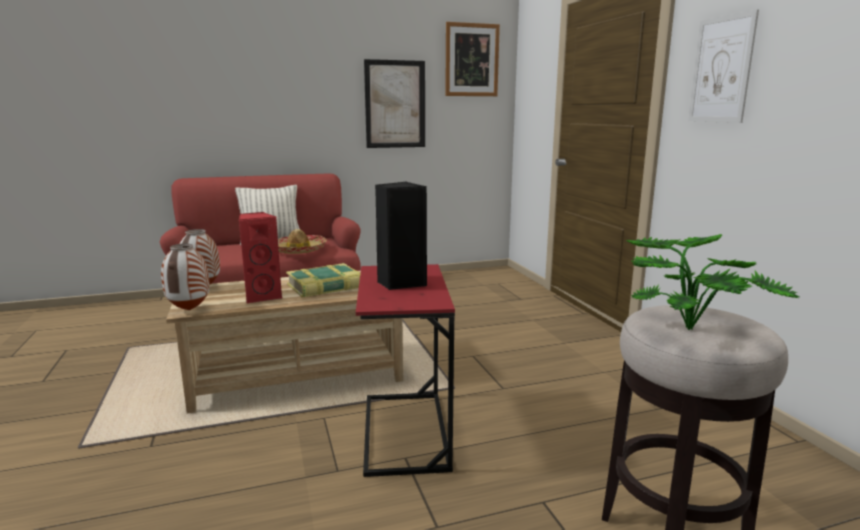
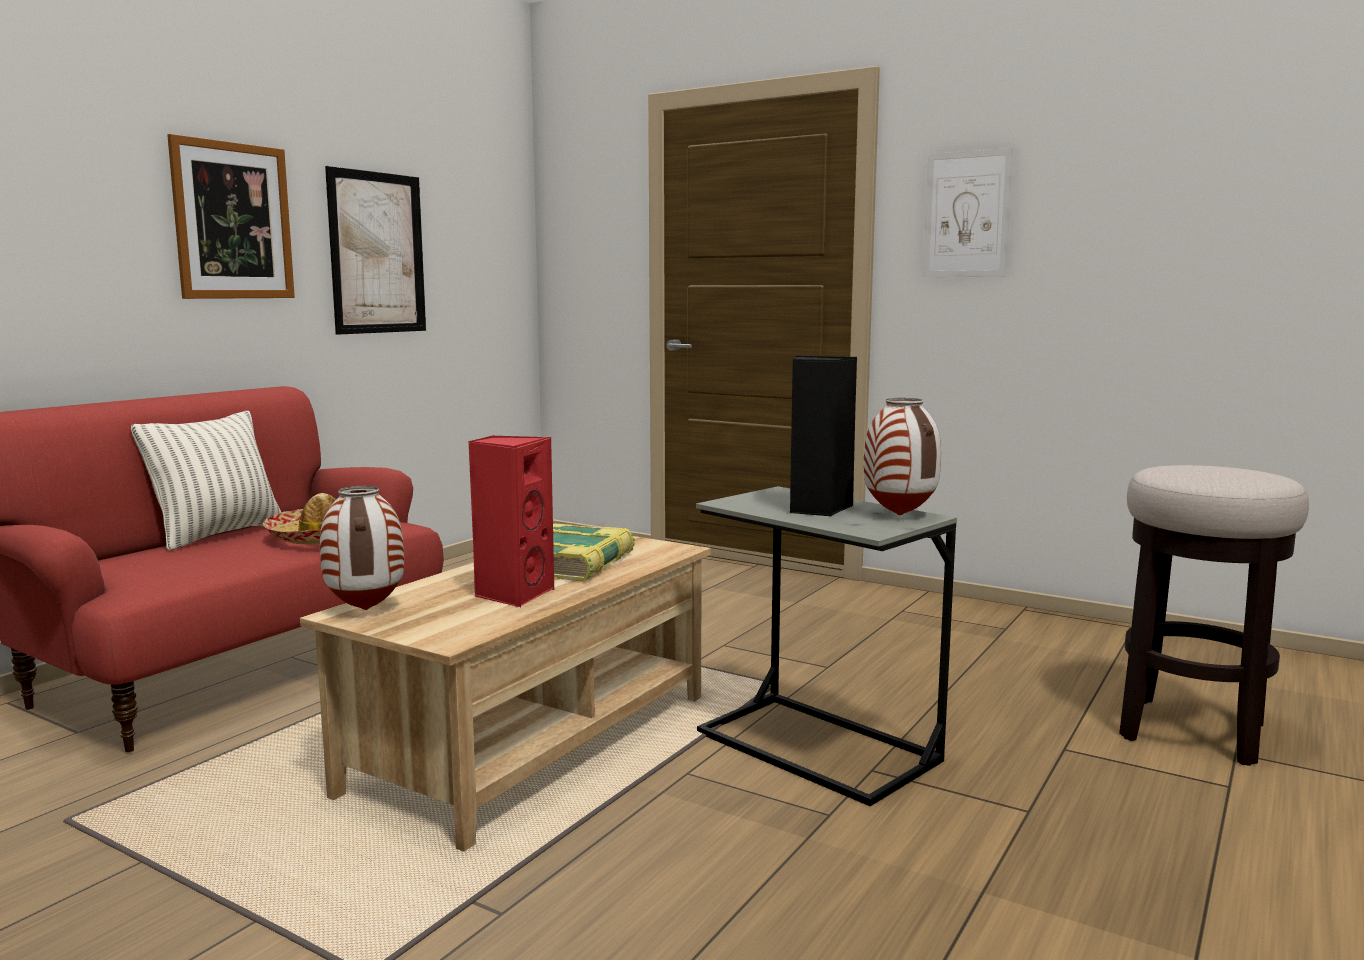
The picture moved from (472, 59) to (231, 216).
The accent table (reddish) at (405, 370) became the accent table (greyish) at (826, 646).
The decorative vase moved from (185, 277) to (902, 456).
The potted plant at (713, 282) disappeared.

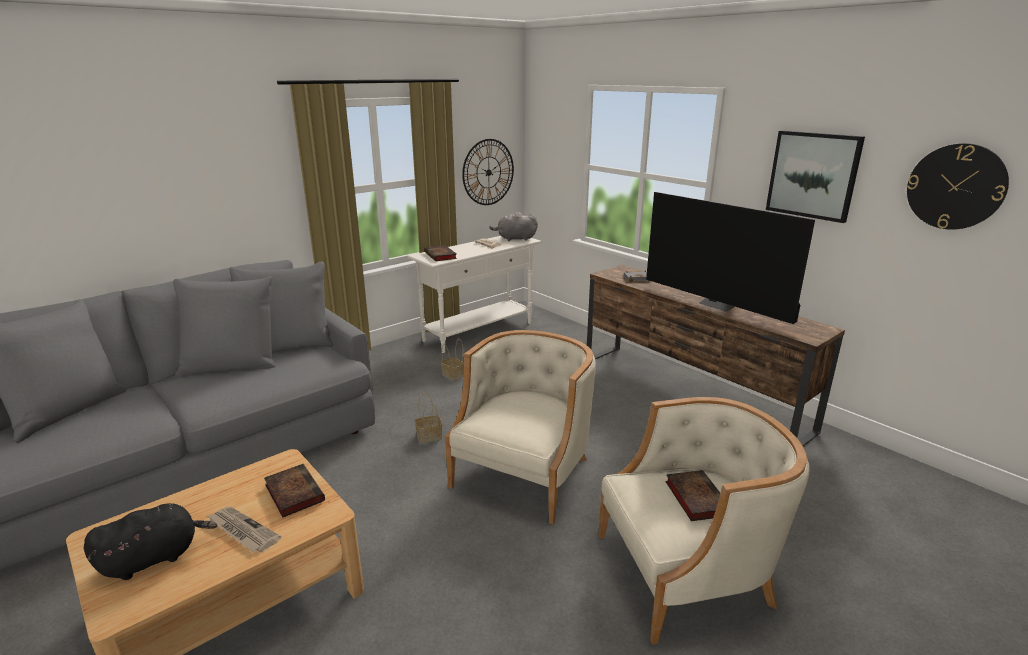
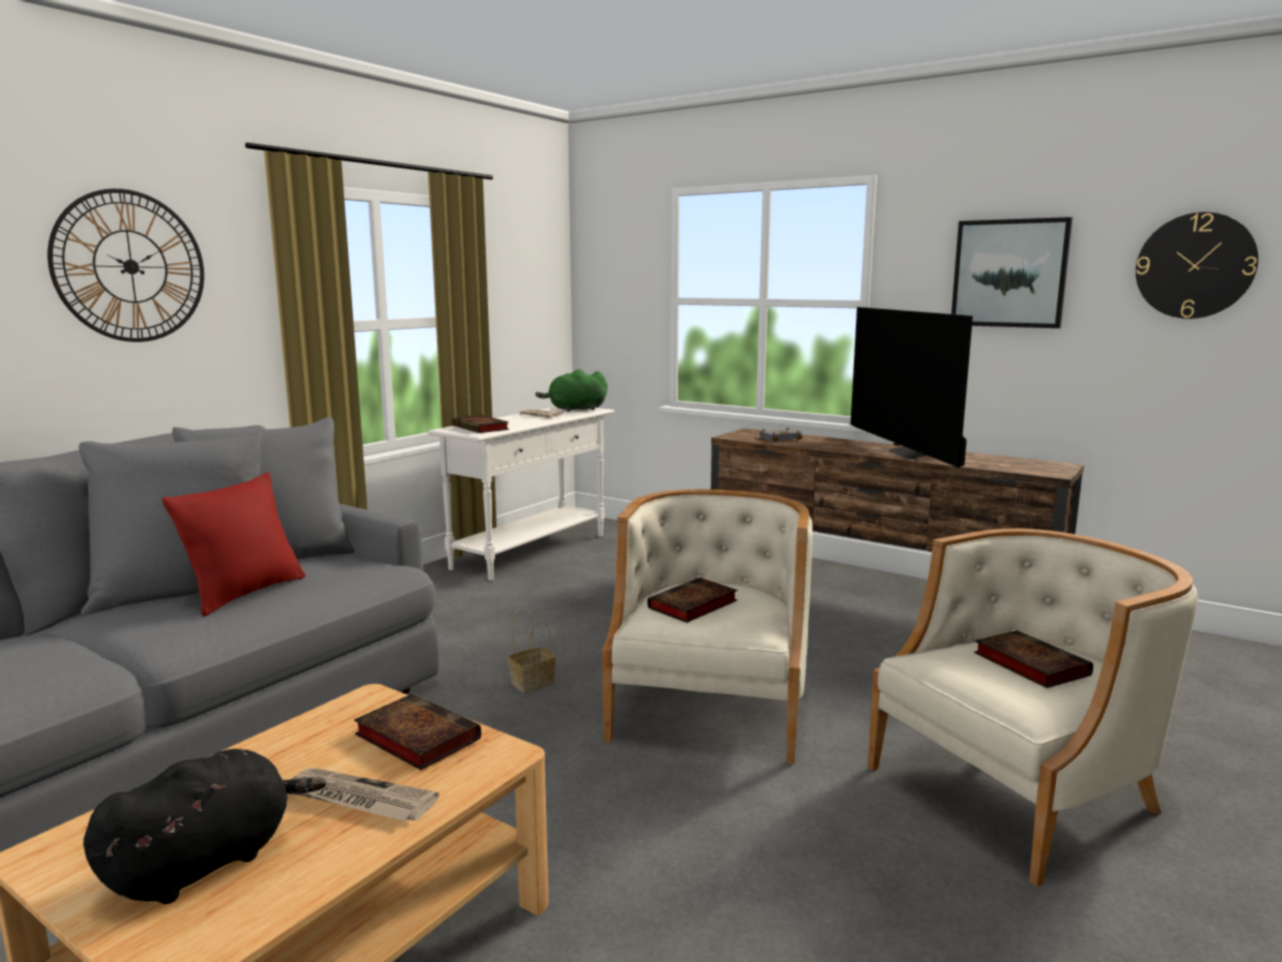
The wall clock moved from (488, 172) to (126, 265).
The pillow (reddish) at (233, 544) appeared.
The plush toy (greyish) at (513, 226) became the plush toy (green) at (571, 390).
The volume at (692, 600) appeared.
The television at (730, 258) turned 45 degrees clockwise.
The storage basket at (452, 361) disappeared.

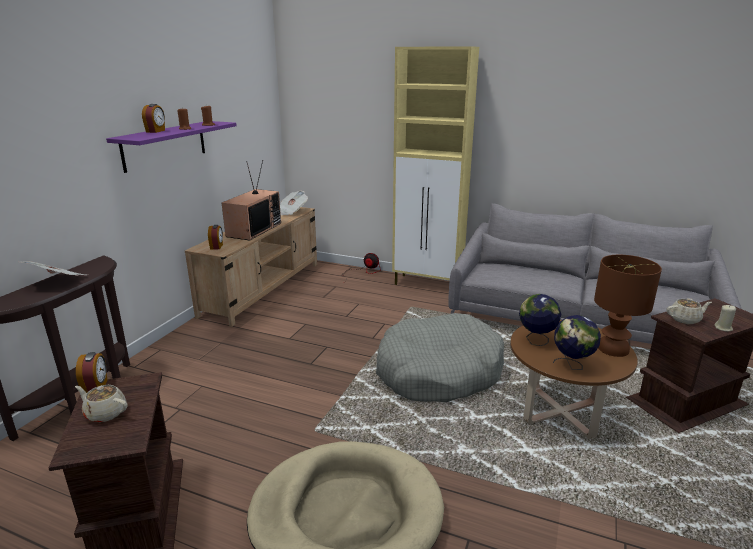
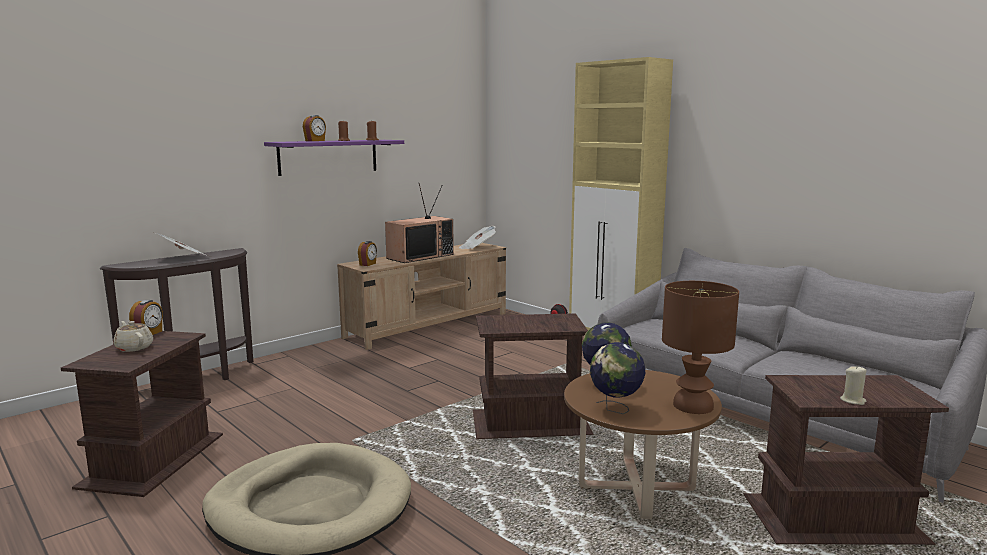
The dog cushion (greyish) at (440, 357) was replaced by the accent table (brown) at (533, 376).
The tea pot (sand-coloured) at (689, 311) disappeared.

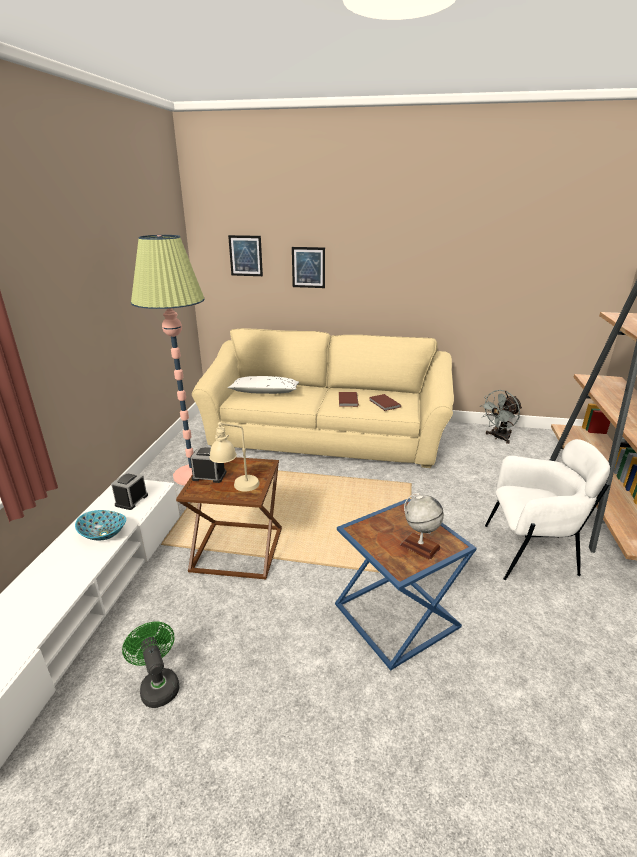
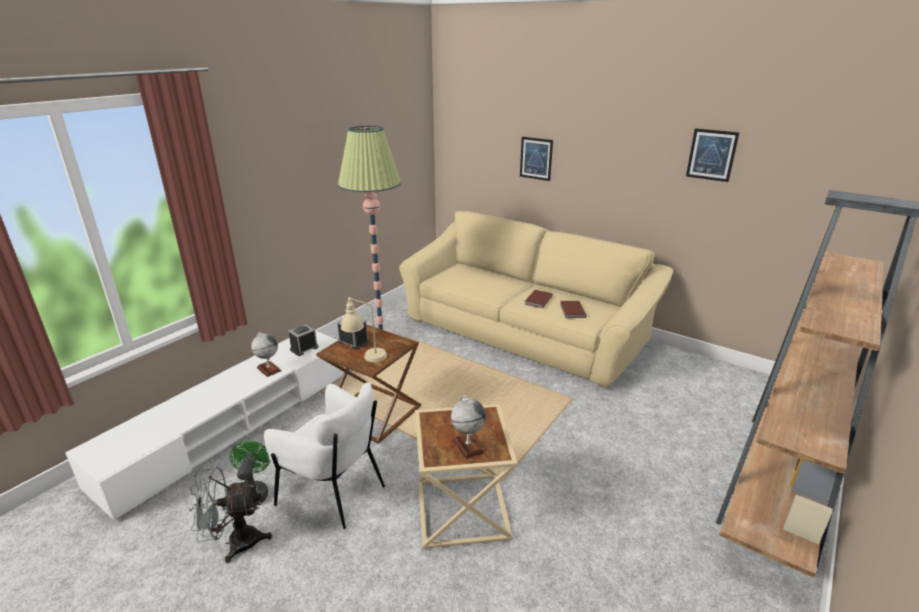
The electric fan (greyish) moved from (501, 417) to (230, 514).
The bowl at (100, 525) was replaced by the desk globe at (266, 354).
The armchair (white) moved from (547, 509) to (324, 455).
The accent table (blue) at (406, 584) became the accent table (sand-coloured) at (466, 476).
The picture moved from (245, 255) to (713, 155).
The pillow (white) at (263, 385) disappeared.

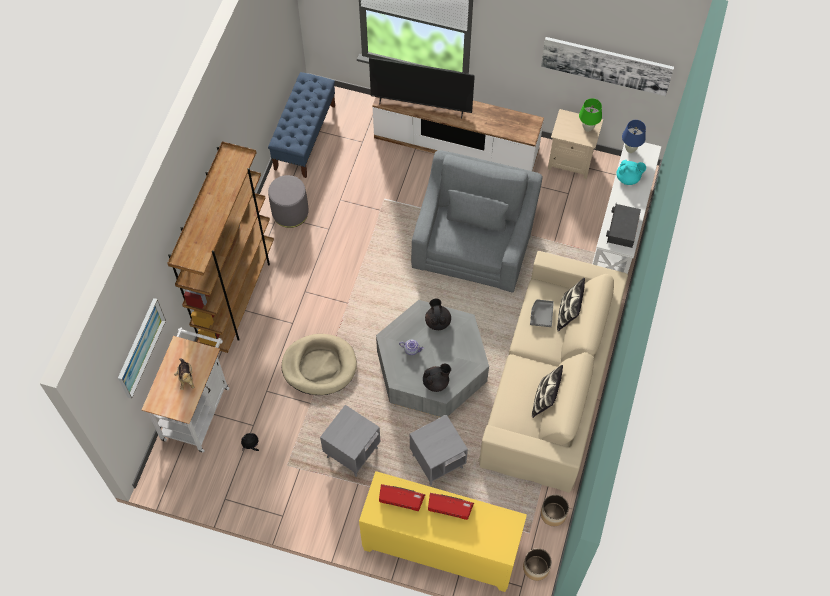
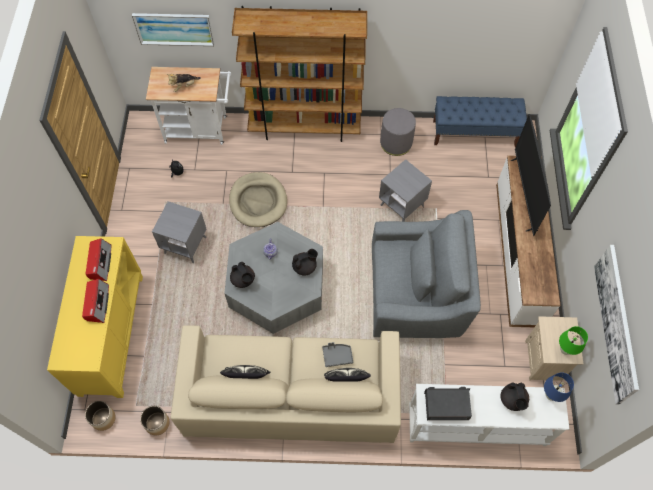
The accent table (greyish) moved from (439, 449) to (405, 190).
The tea pot (turquoise) at (631, 172) became the tea pot (black-coloured) at (514, 396).

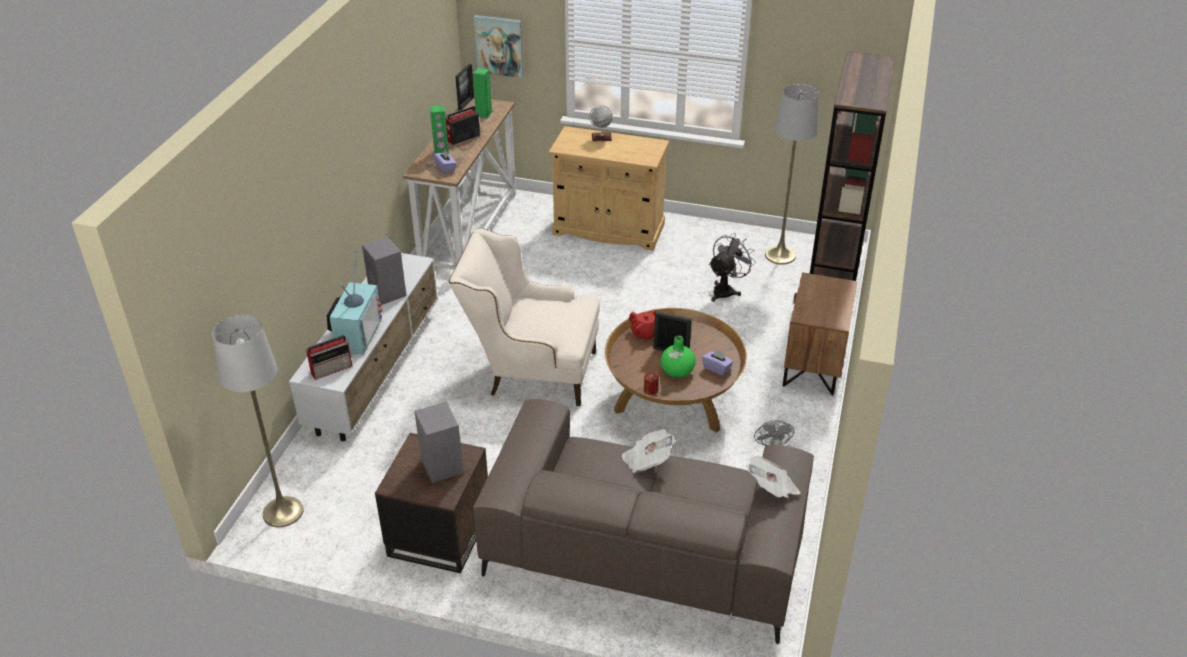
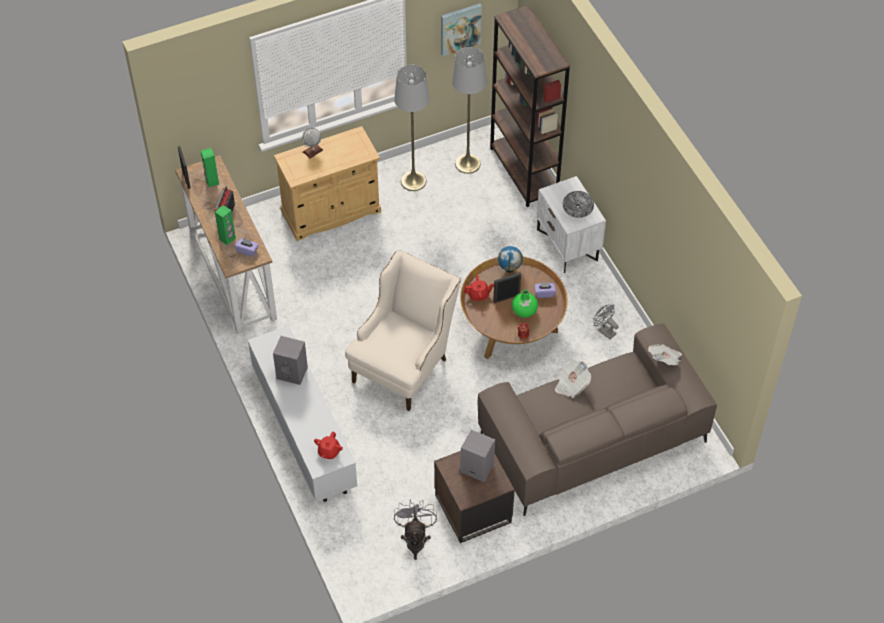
The radio receiver at (329, 357) was replaced by the tea pot (reddish) at (328, 445).
The armchair (sand-coloured) at (524, 317) turned 150 degrees clockwise.
The standing lamp (greyish) moved from (258, 421) to (411, 128).
The electric fan (greyish) moved from (732, 267) to (415, 530).
The picture moved from (498, 46) to (461, 30).
The desk globe at (510, 259) appeared.
The nightstand (brown) at (820, 333) became the nightstand (white) at (571, 224).
The bowl at (578, 204) appeared.
The television at (354, 302) disappeared.

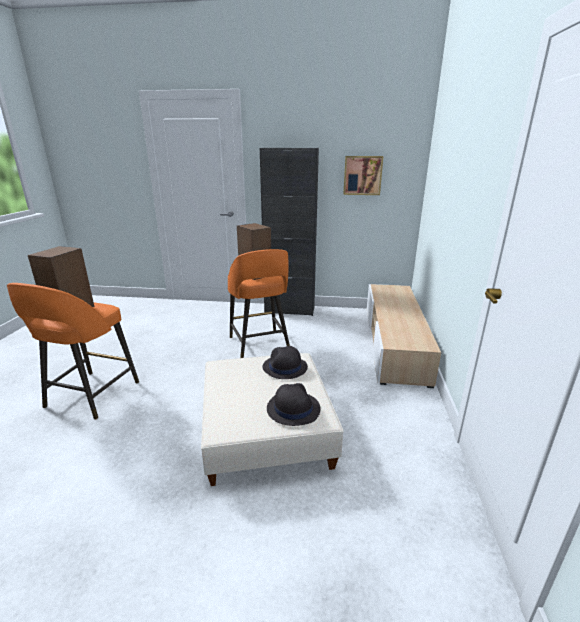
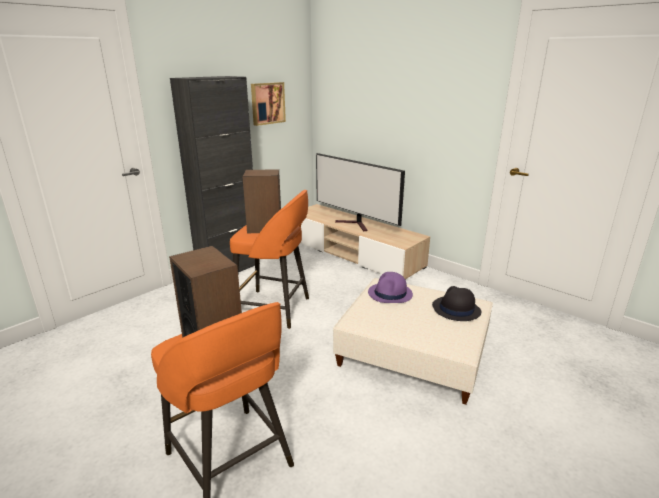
The television at (360, 192) appeared.
The wearable hat (black-coloured) at (285, 362) became the wearable hat (purple) at (390, 287).

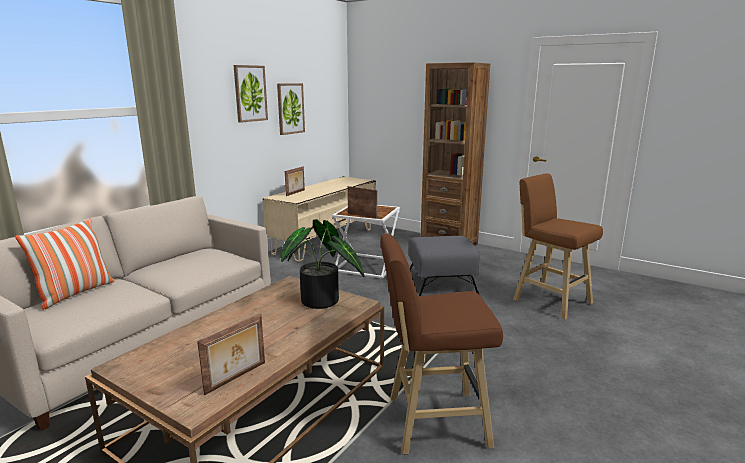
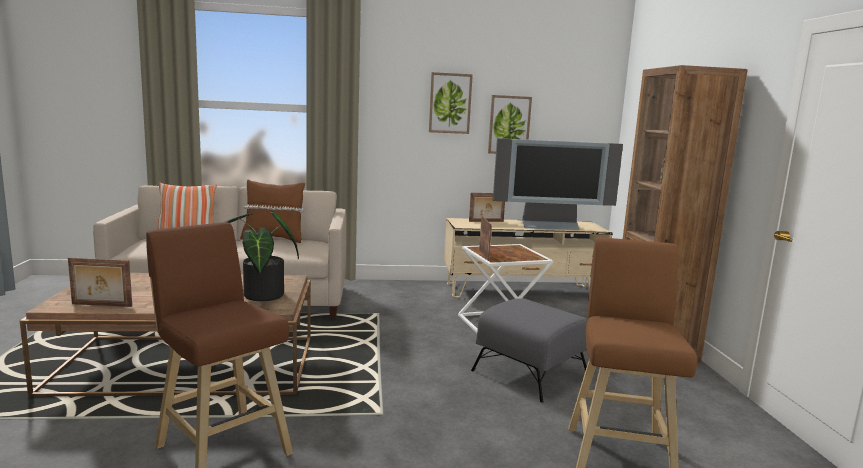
The pillow (brown) at (272, 211) appeared.
The television at (558, 184) appeared.

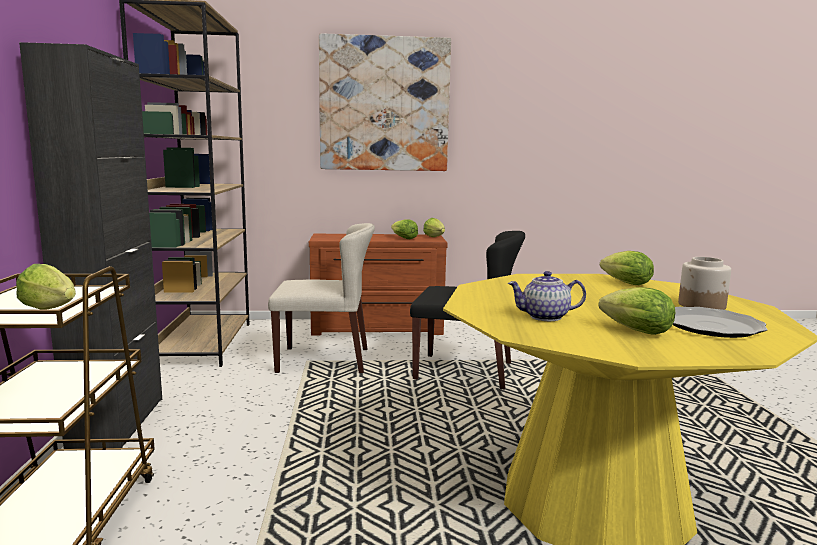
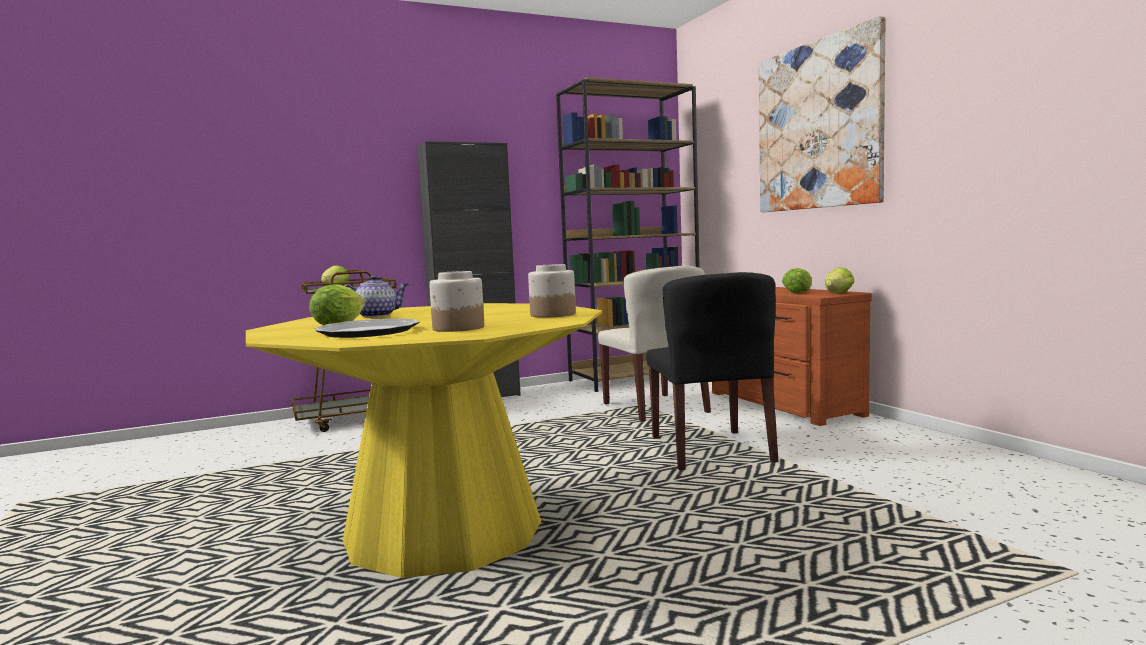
The tea pot at (547, 296) turned 90 degrees clockwise.
The lettuce at (627, 268) was replaced by the jar at (552, 290).

